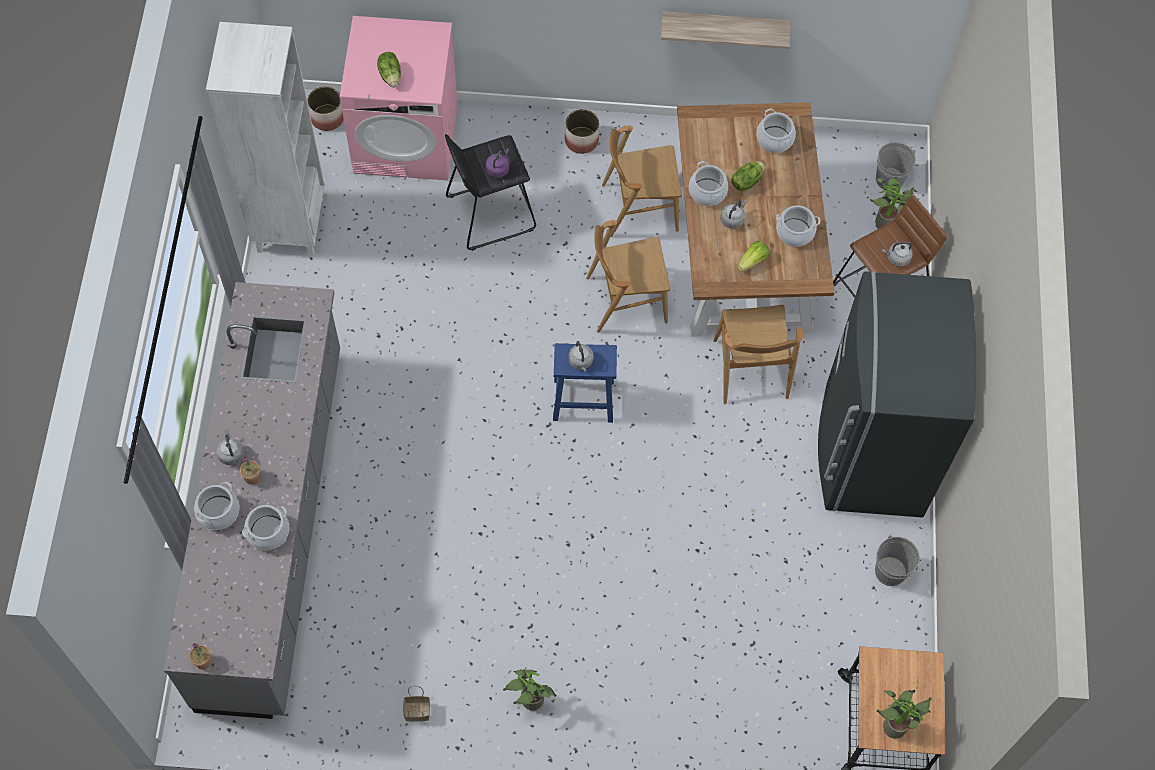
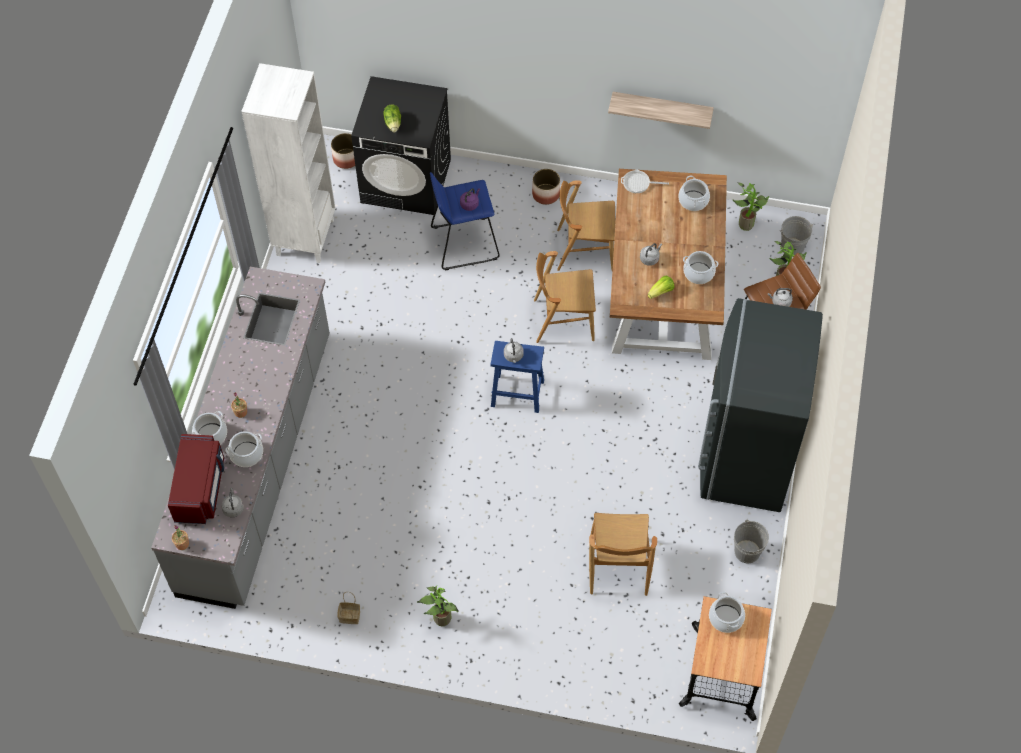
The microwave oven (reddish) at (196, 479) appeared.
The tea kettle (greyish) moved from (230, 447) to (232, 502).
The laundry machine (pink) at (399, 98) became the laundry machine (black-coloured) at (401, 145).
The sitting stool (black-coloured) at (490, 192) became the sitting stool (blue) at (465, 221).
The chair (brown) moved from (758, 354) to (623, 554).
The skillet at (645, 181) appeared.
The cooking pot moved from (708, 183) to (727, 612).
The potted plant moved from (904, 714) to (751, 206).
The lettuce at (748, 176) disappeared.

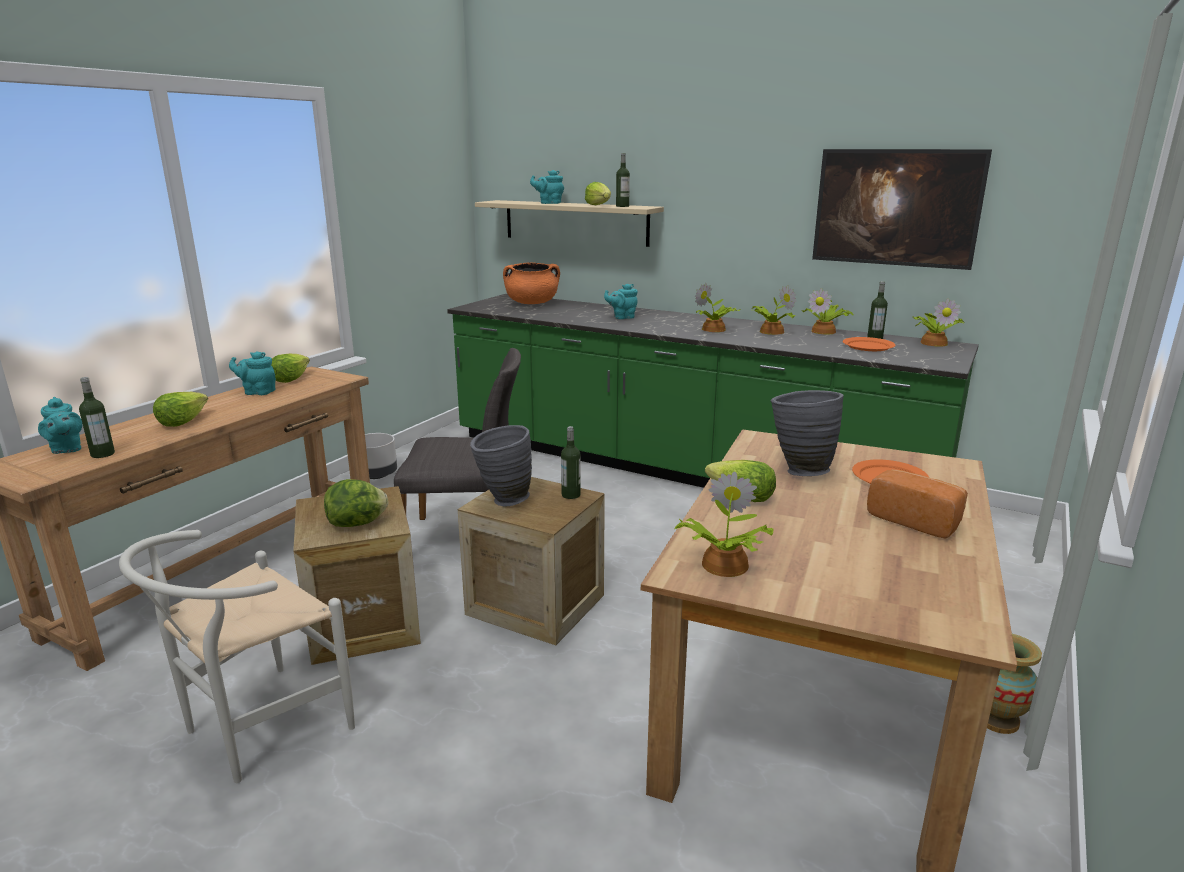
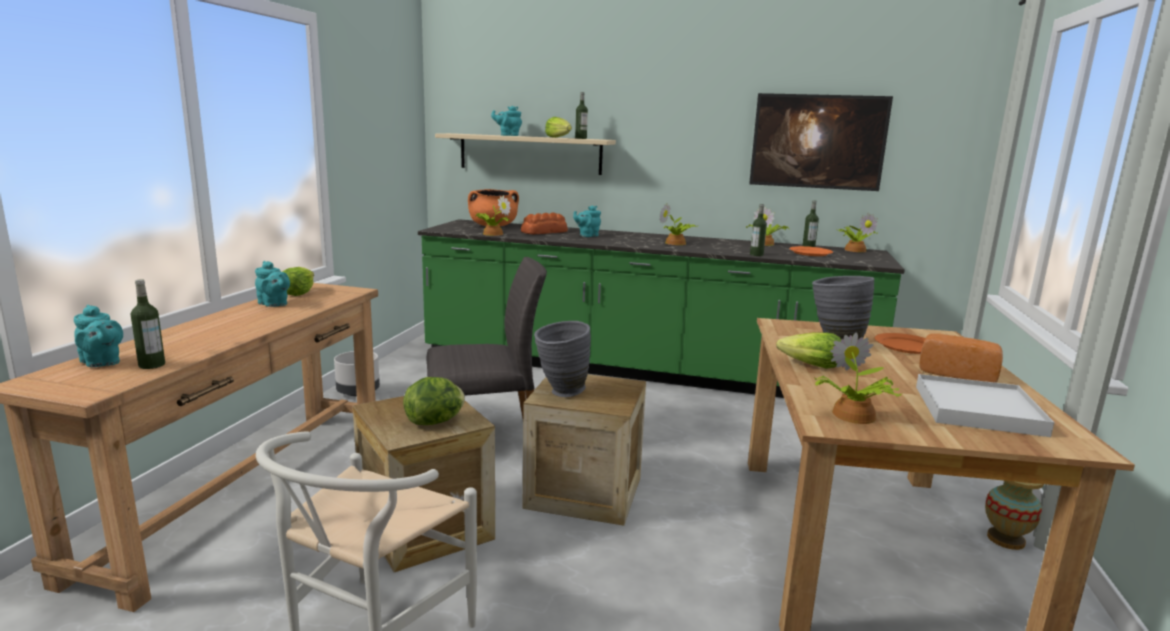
The tea pot (turquoise) at (252, 373) turned 135 degrees counterclockwise.
The potted plant moved from (773, 310) to (493, 215).
The baked bread at (544, 223) appeared.
The bottle moved from (571, 462) to (758, 230).
The serving tray (white) at (985, 405) appeared.
The lettuce at (180, 409) disappeared.

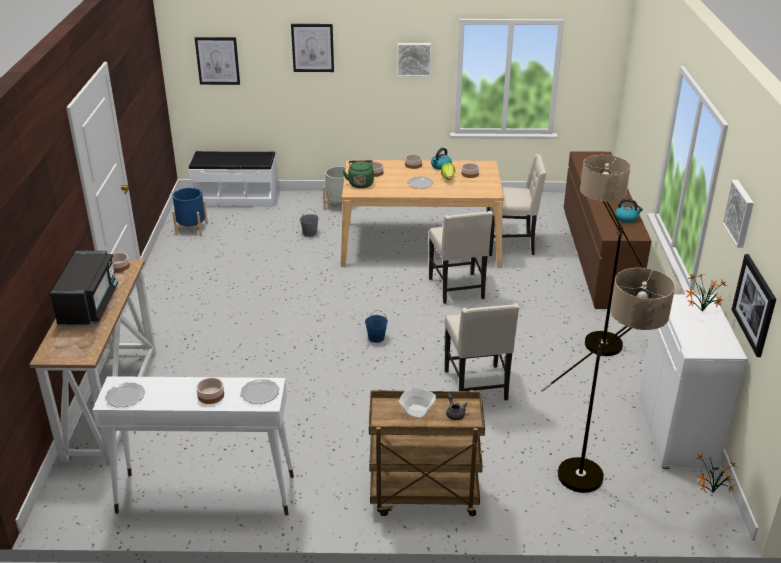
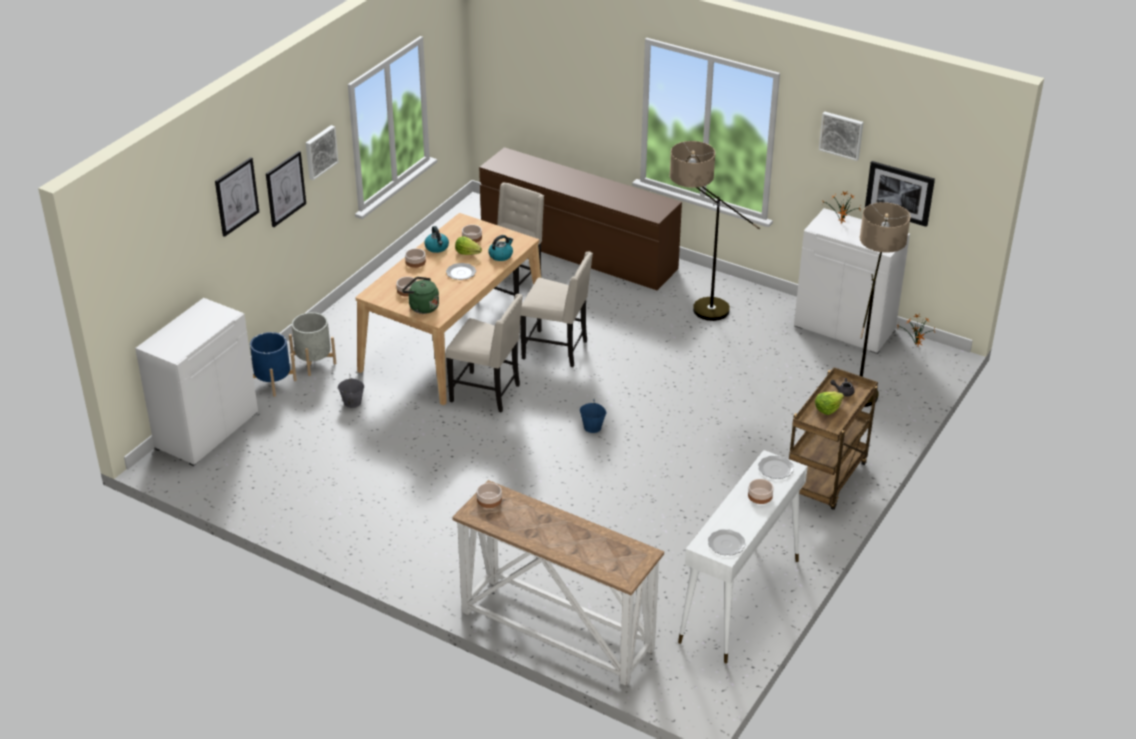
The indoor bench (white) at (233, 179) was replaced by the cabinet (white) at (196, 382).
The flower pot (blue) moved from (190, 212) to (273, 364).
The picture moved from (217, 61) to (286, 189).
The chair (sand-coloured) moved from (482, 351) to (484, 353).
The tea kettle moved from (629, 211) to (500, 248).
The bowl at (417, 403) was replaced by the lettuce at (829, 403).
The microwave oven (black-coloured) at (84, 288) disappeared.

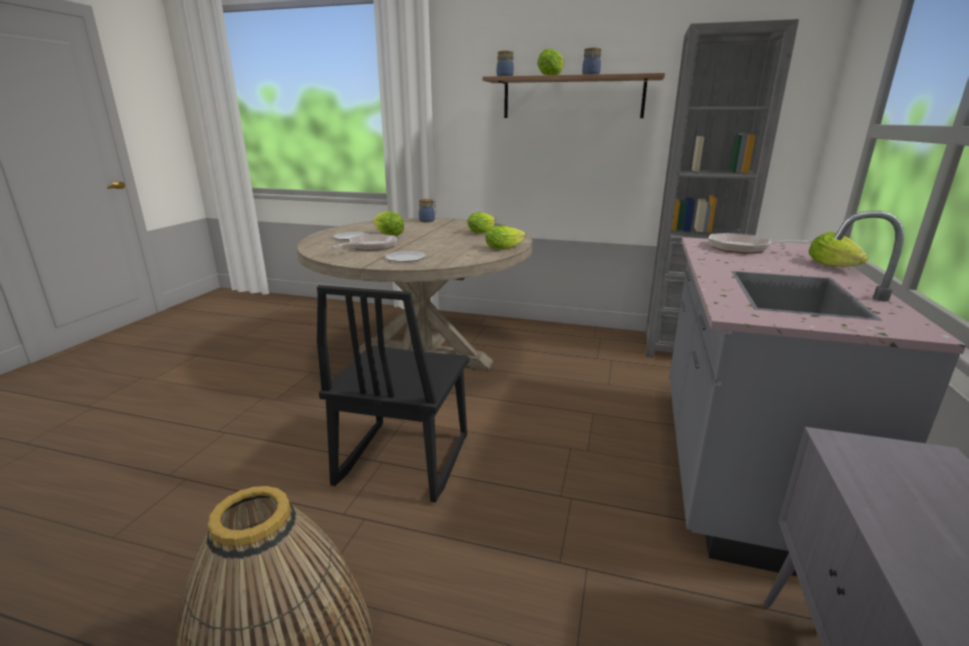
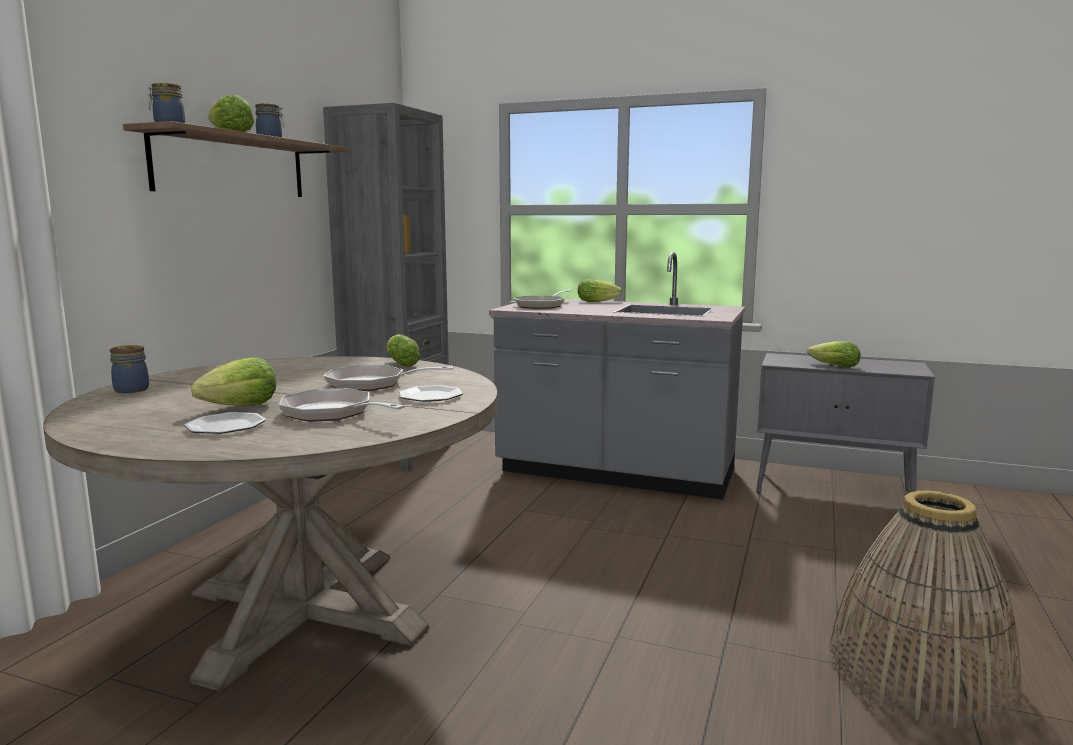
The skillet at (388, 378) appeared.
The lettuce moved from (481, 223) to (834, 354).
The chair (black-coloured) at (393, 394) disappeared.

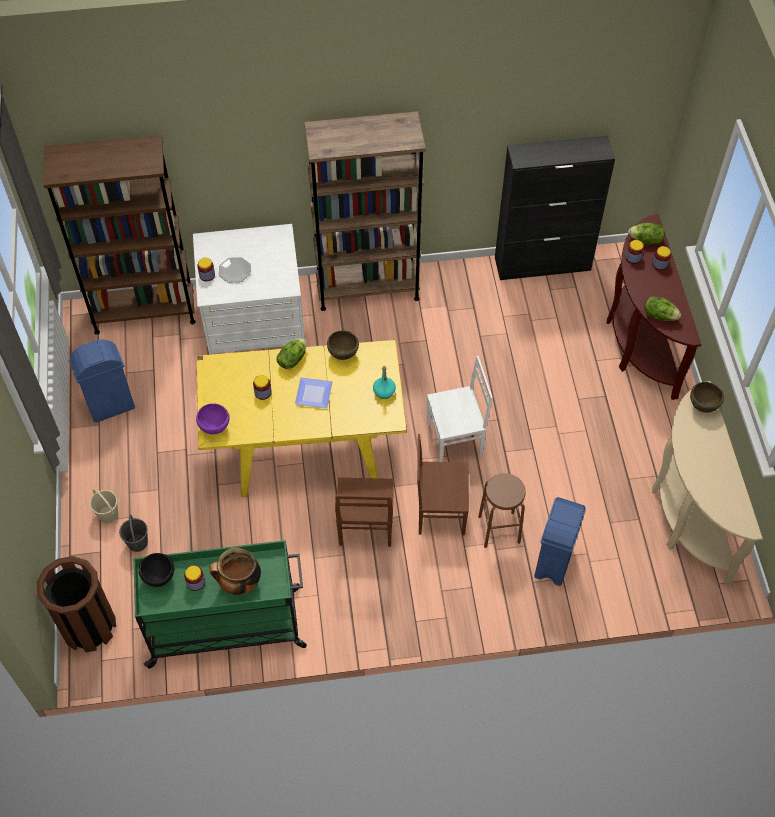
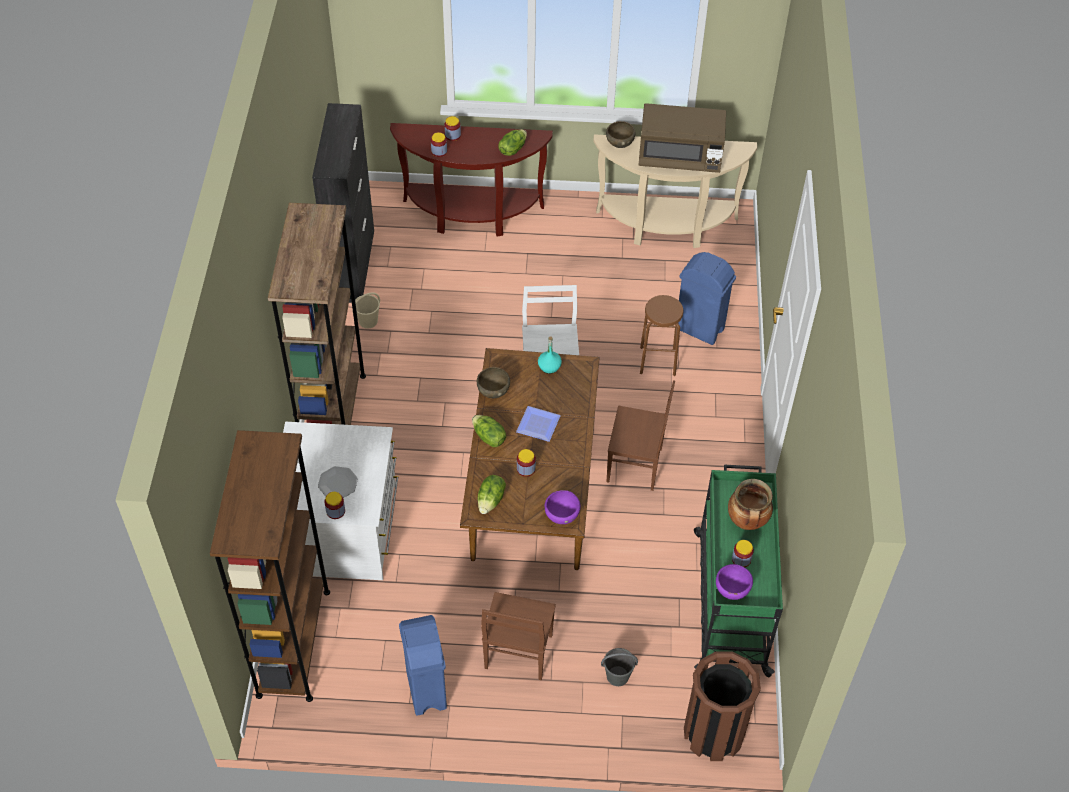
The water bucket (sand-coloured) moved from (103, 506) to (367, 310).
The kitchen table (yellowish) at (302, 418) became the kitchen table (brown) at (530, 459).
The lettuce moved from (646, 233) to (492, 494).
The chair (brown) moved from (443, 485) to (518, 636).
The microwave oven (brown) at (682, 138) appeared.
The bowl (black-coloured) at (156, 570) became the bowl (purple) at (734, 582).

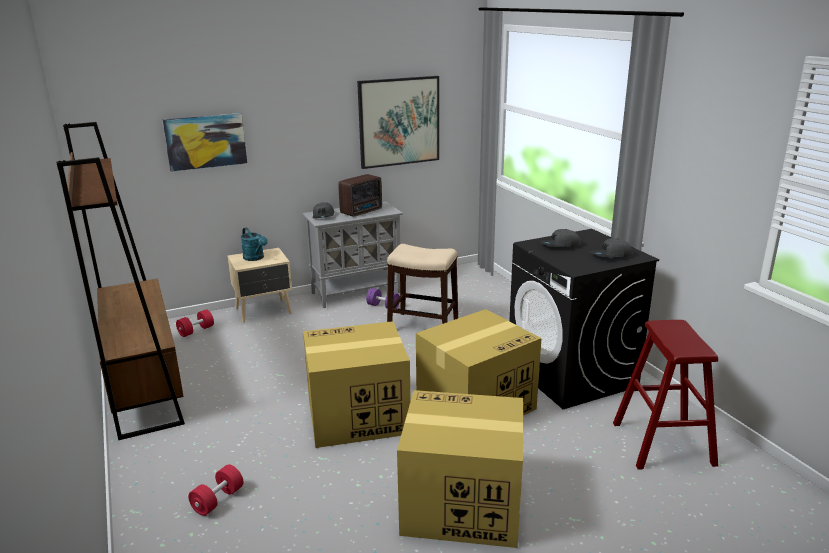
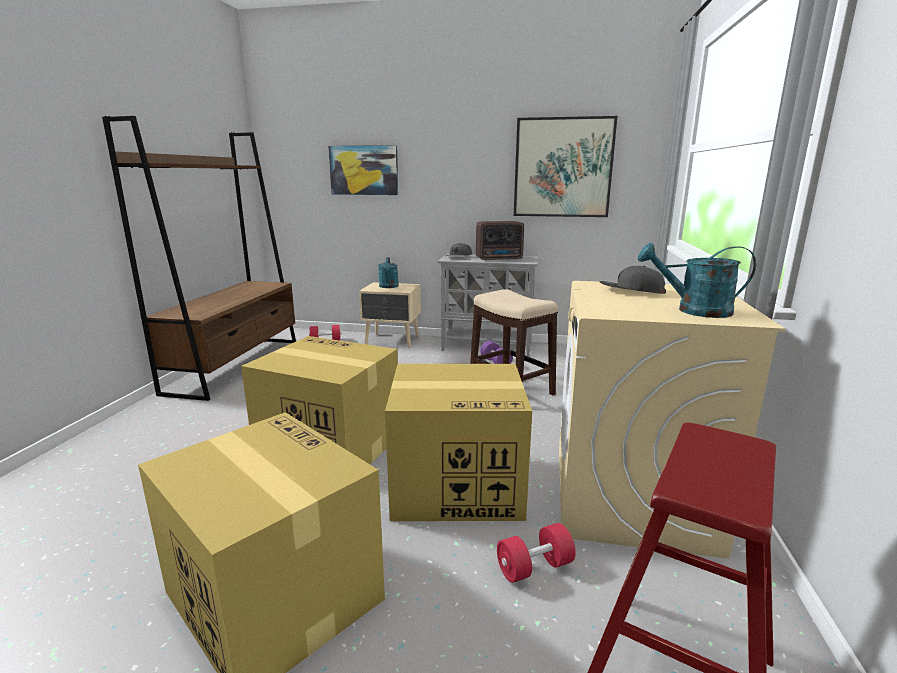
The dumbbell (reddish) moved from (216, 490) to (536, 553).
The laundry machine (black-coloured) at (584, 319) became the laundry machine (sand-coloured) at (672, 420).
The baseball cap (greyish) at (611, 248) was replaced by the watering can (turquoise) at (697, 280).

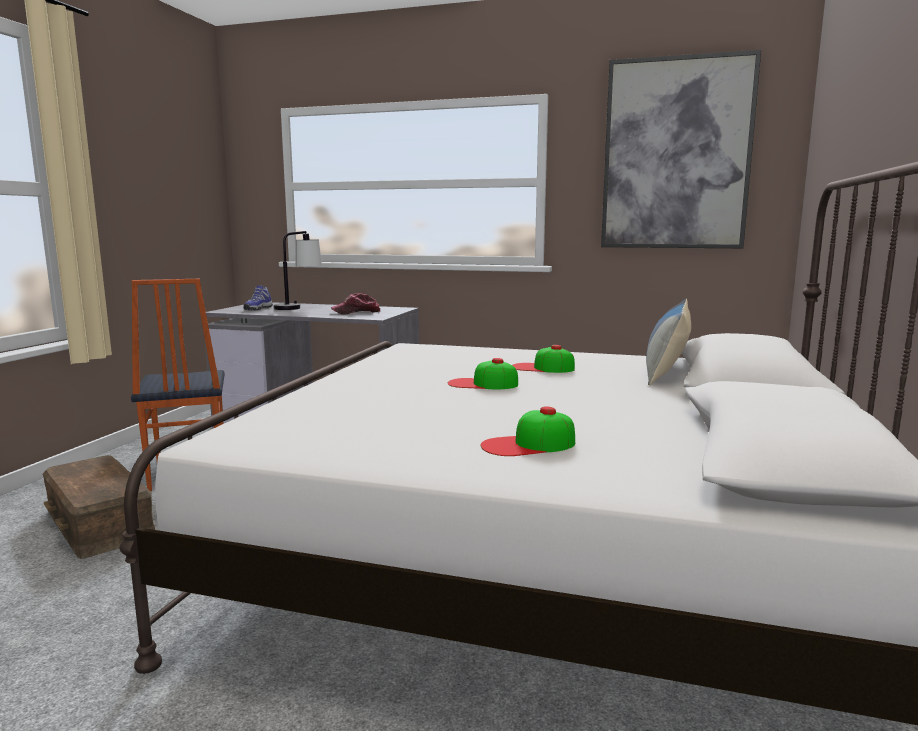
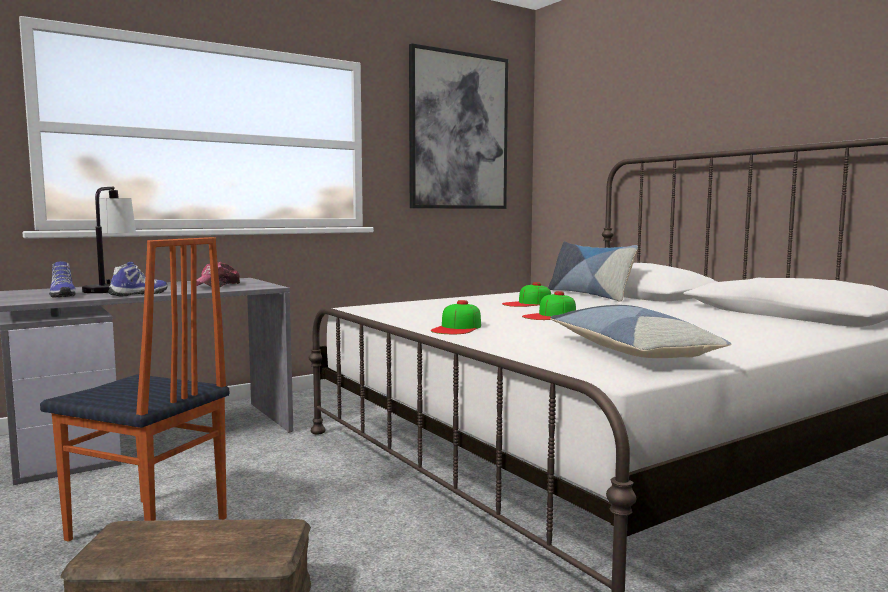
The shoe at (138, 279) appeared.
The baseball cap moved from (528, 431) to (456, 317).
The pillow at (641, 331) appeared.

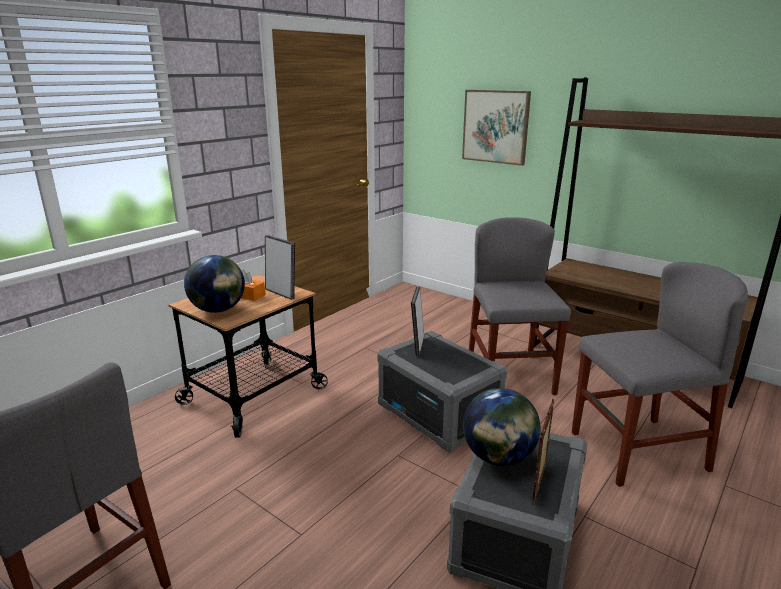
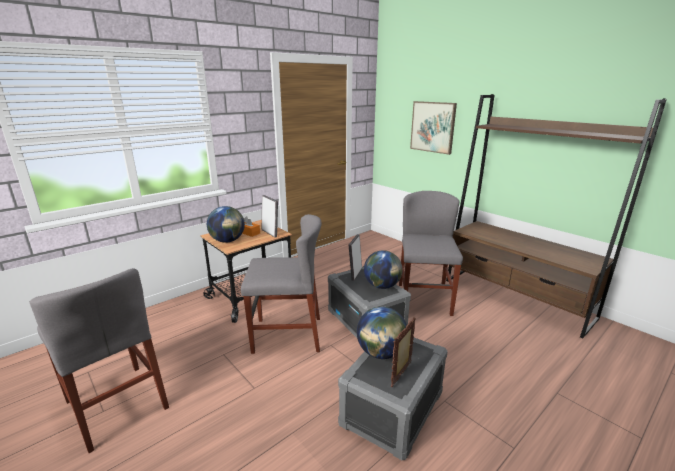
The chair (greyish) moved from (660, 374) to (281, 284).
The desk globe at (383, 269) appeared.

